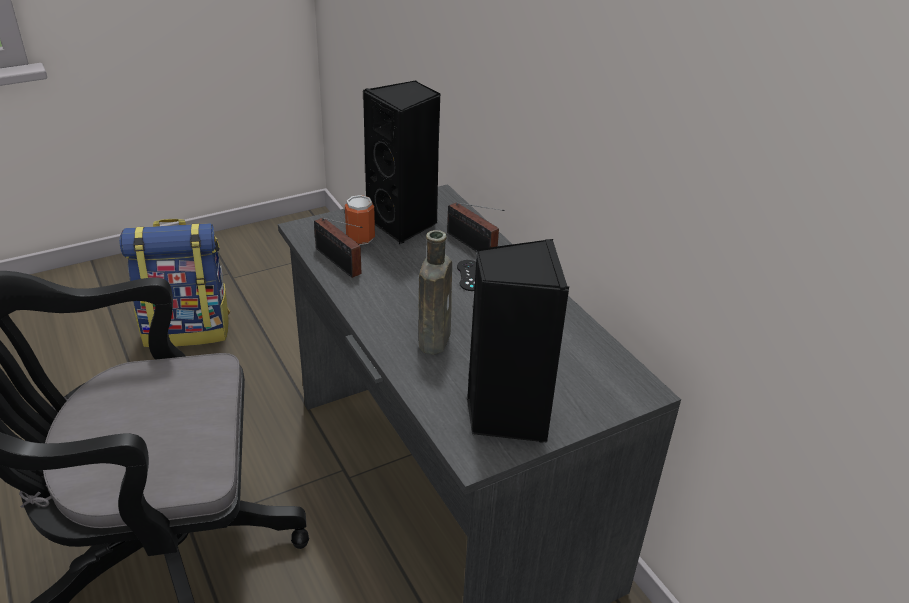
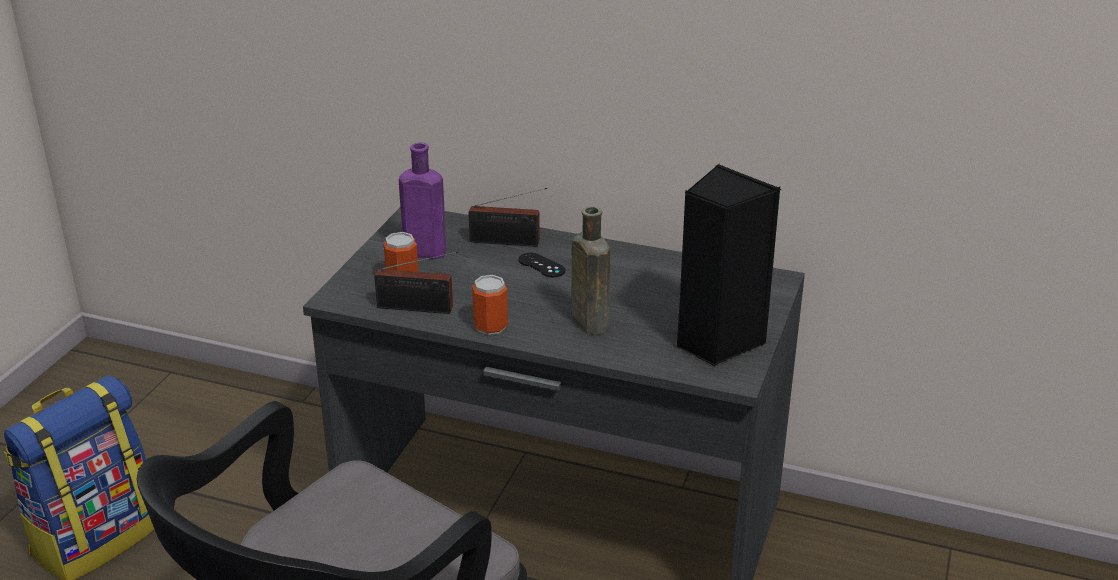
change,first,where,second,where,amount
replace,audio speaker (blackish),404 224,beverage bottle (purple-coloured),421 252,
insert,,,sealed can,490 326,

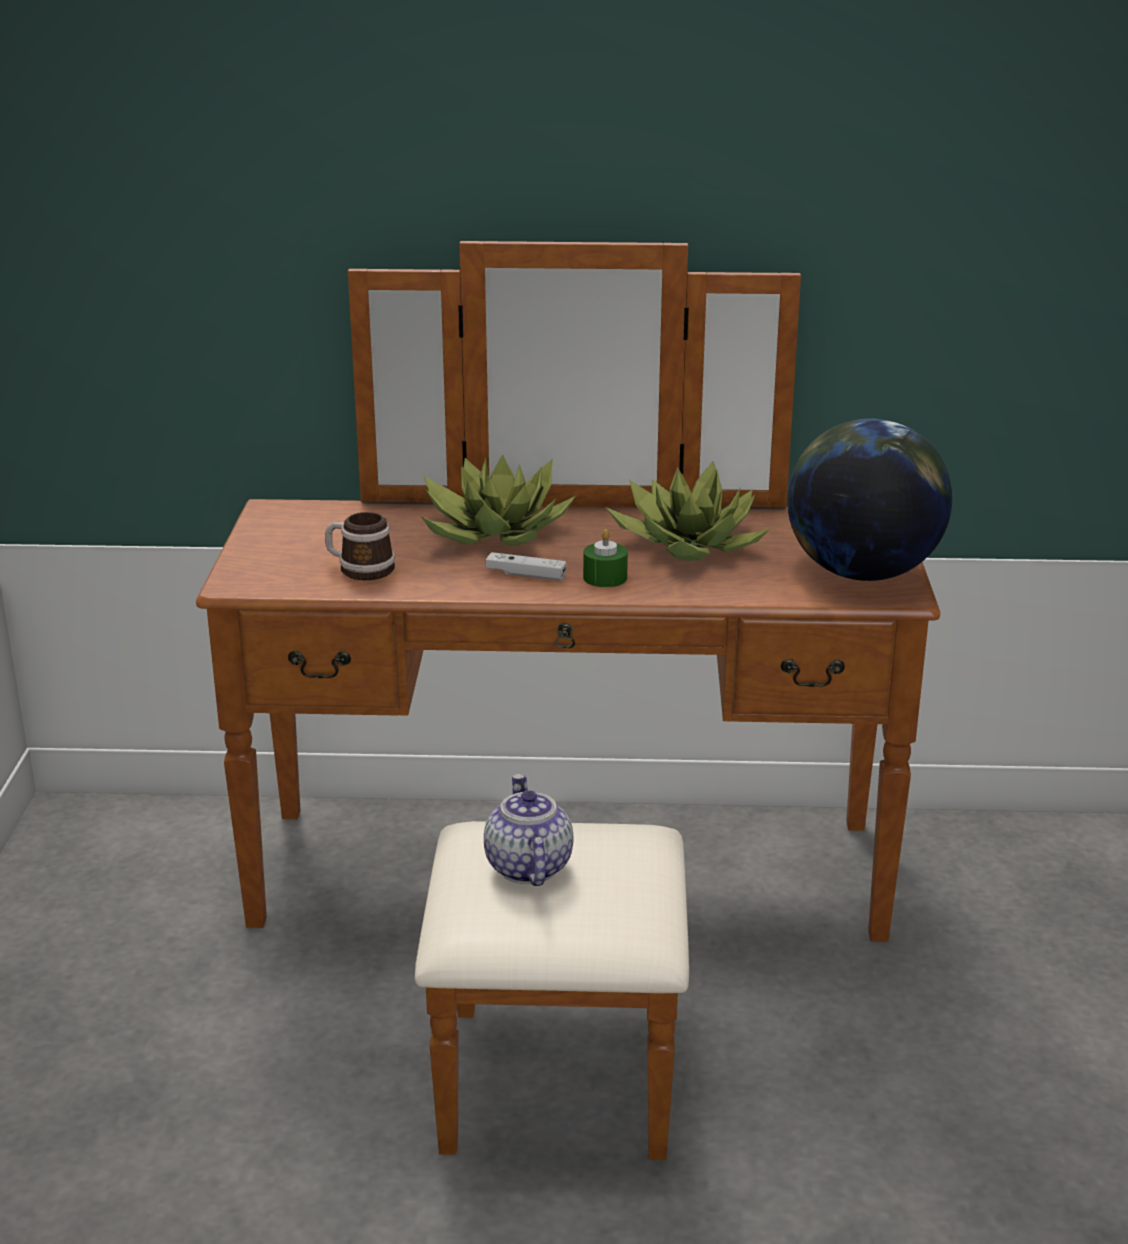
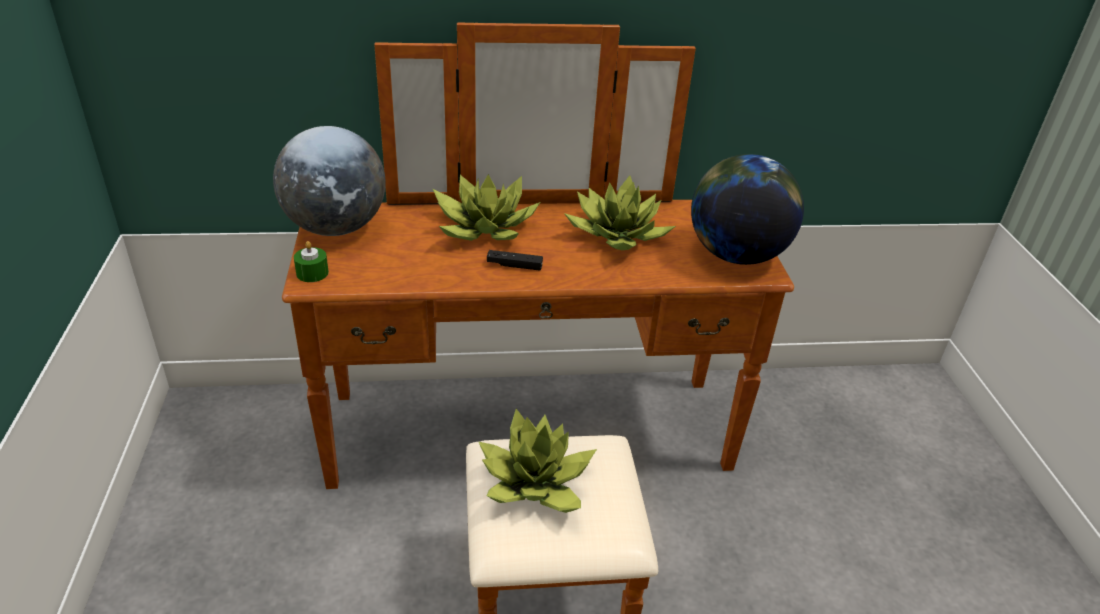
change,first,where,second,where,amount
insert,,,globe,336 227,
move,wax light (green),605 577,,312 273,
replace,tea pot,527 866,plant in a pot,536 482,
recolor,gamepad (white),526 575,gamepad (blackish),514 265,
delete,mug,359 568,,,

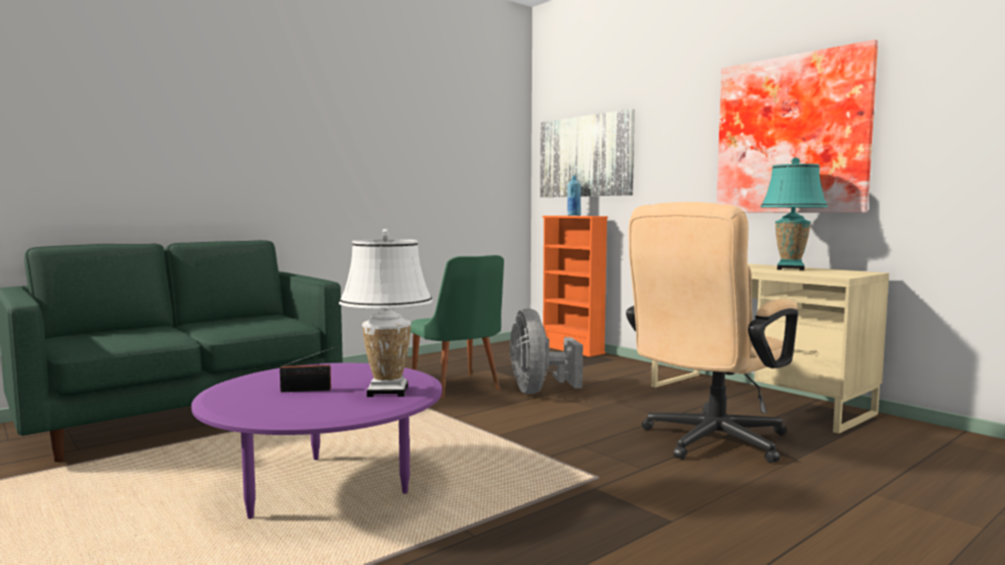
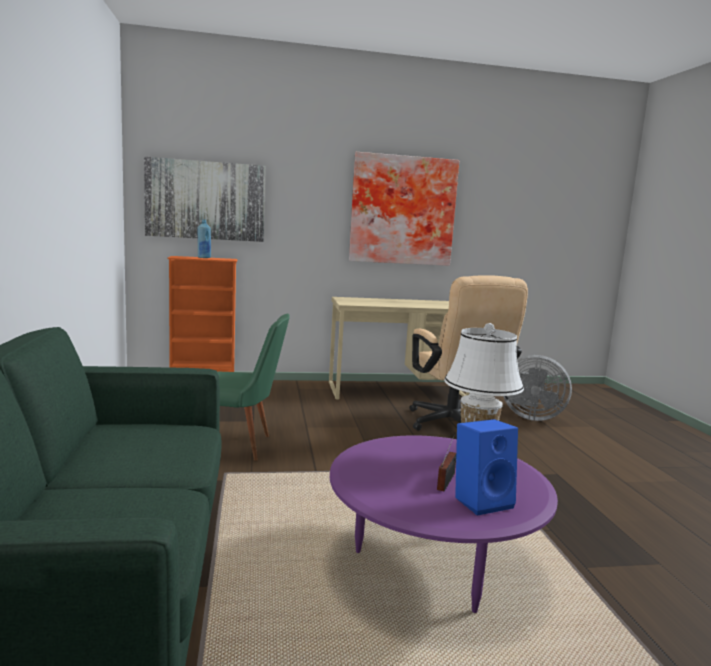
change,first,where,second,where,amount
insert,,,audio speaker (blue-coloured),482 500,
move,electric fan (greyish),538 391,,530 416,
delete,table lamp (turquoise),790 269,,,

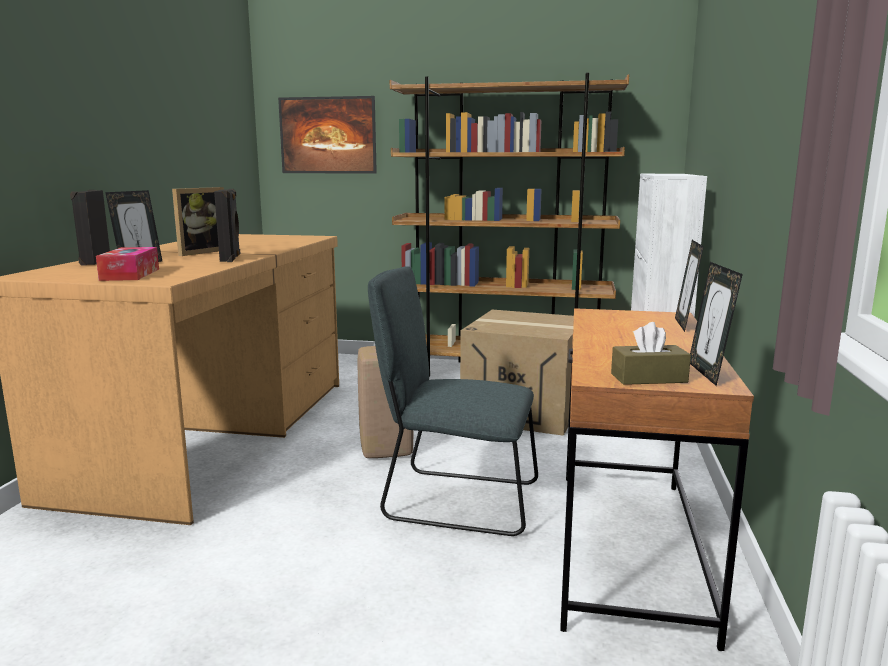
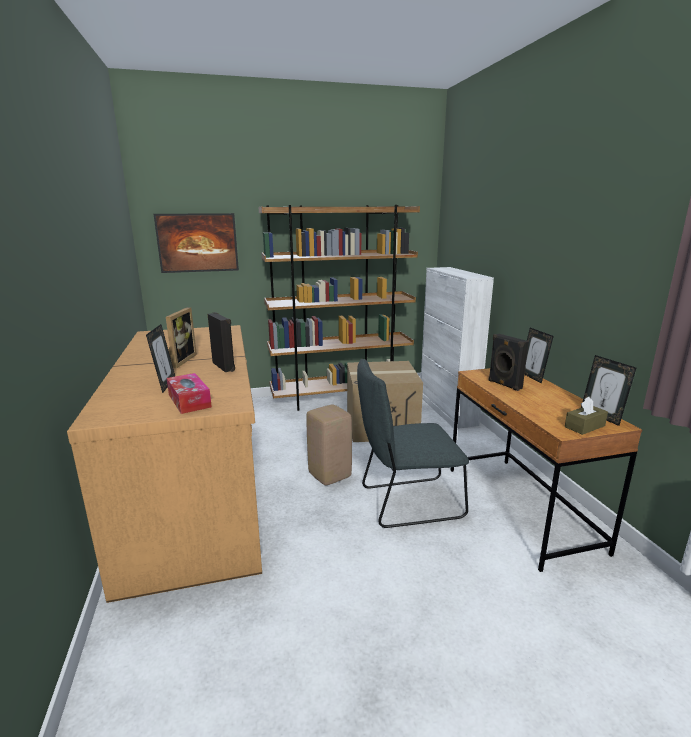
change,first,where,second,where,amount
move,audio speaker (blackish),94 261,,504 385,

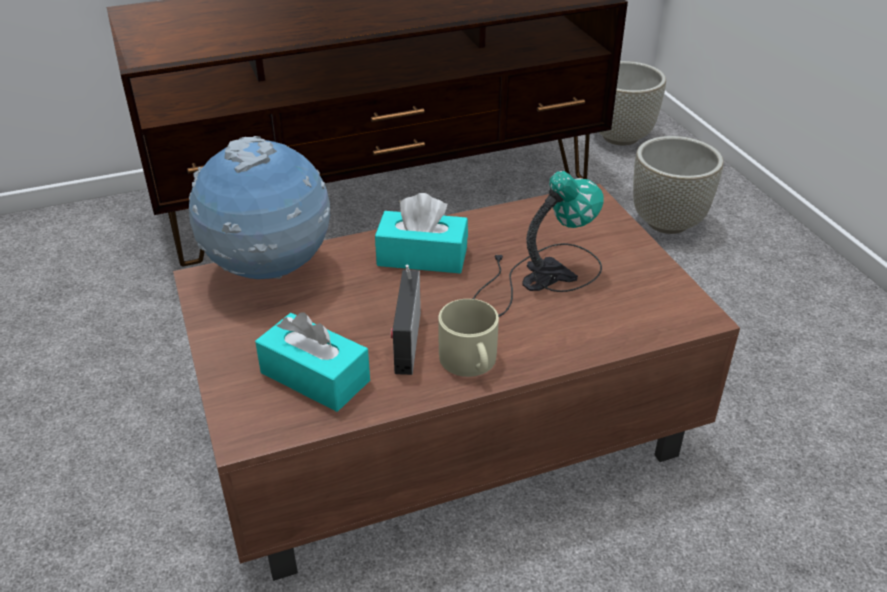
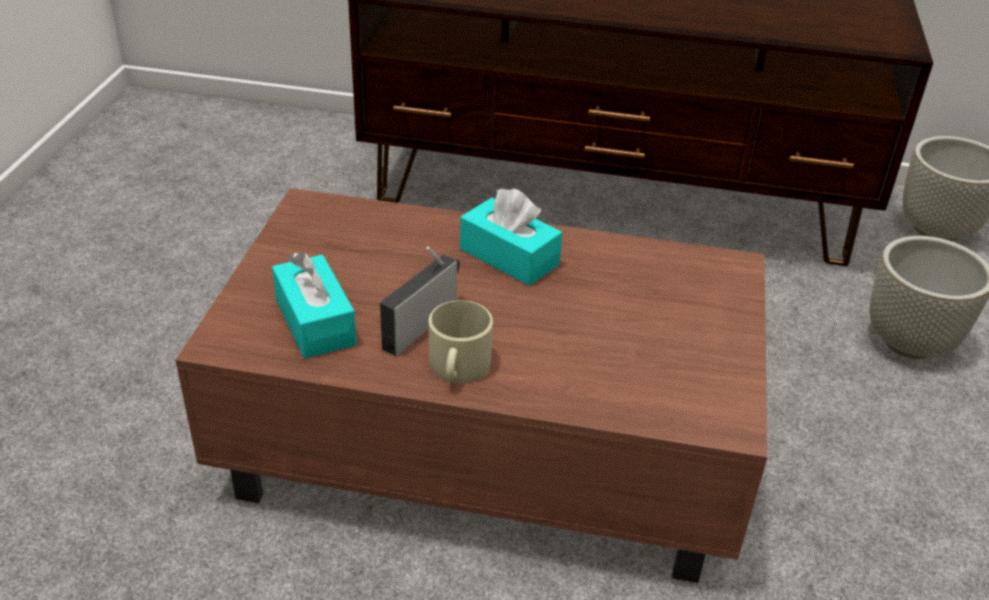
change,first,where,second,where,amount
delete,globe,269 272,,,
delete,table lamp,536 277,,,

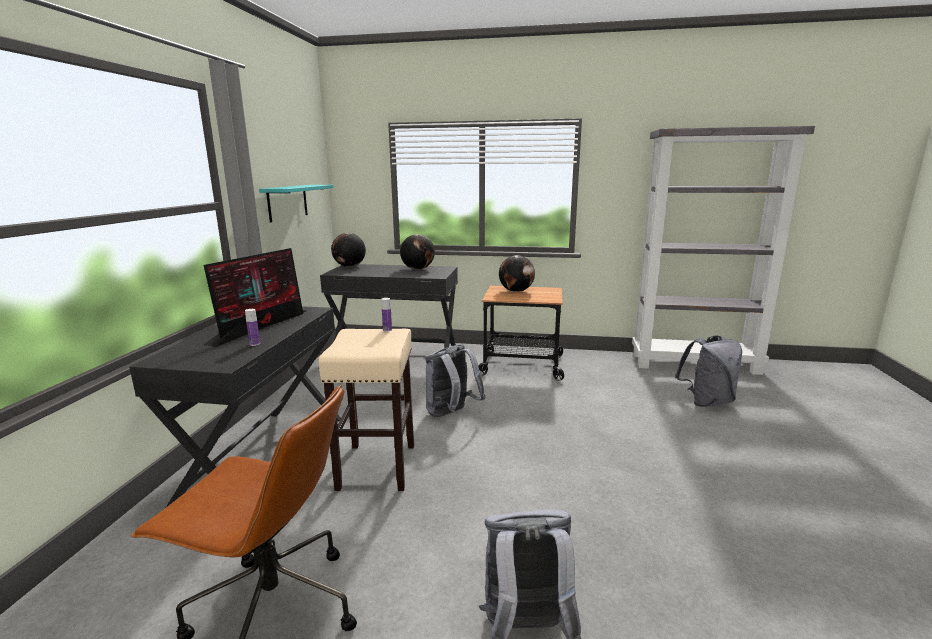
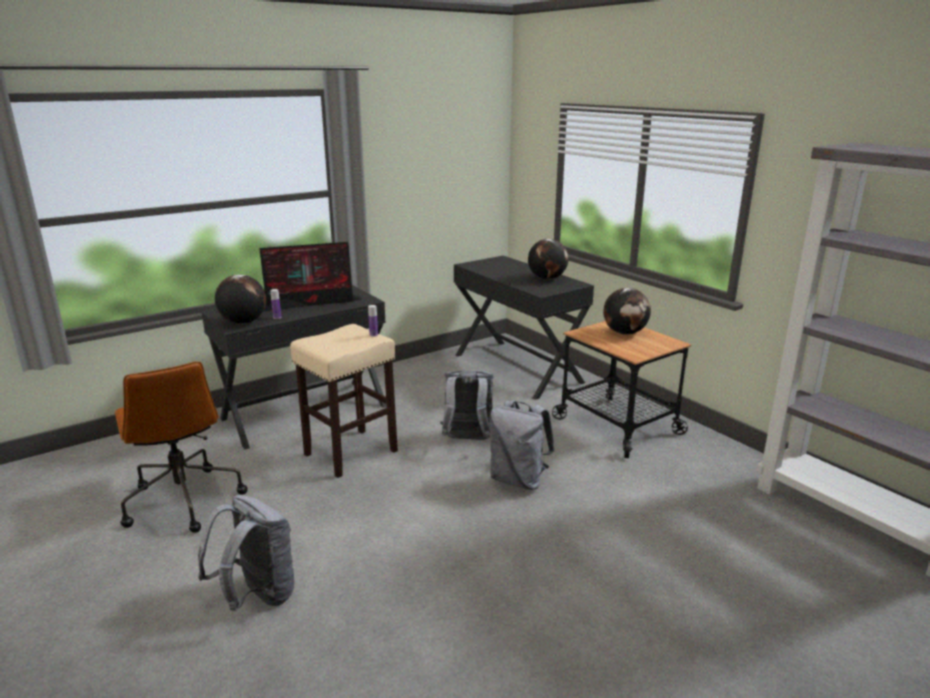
change,first,where,second,where,amount
move,globe,349 266,,243 322,
move,backpack (greyish),707 401,,518 480,
delete,shelf (turquoise),287 202,,,

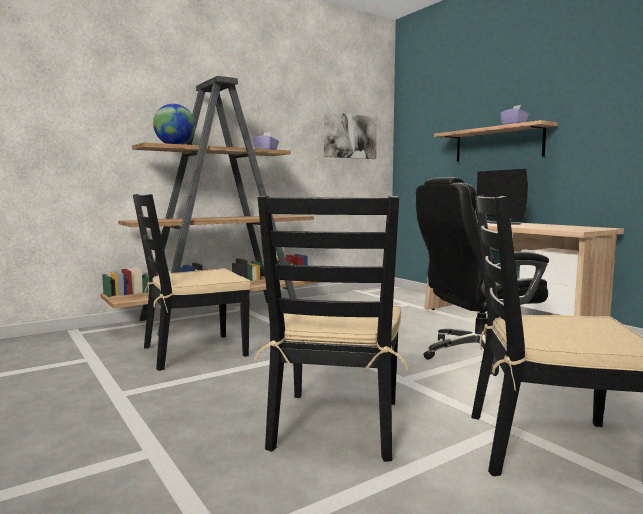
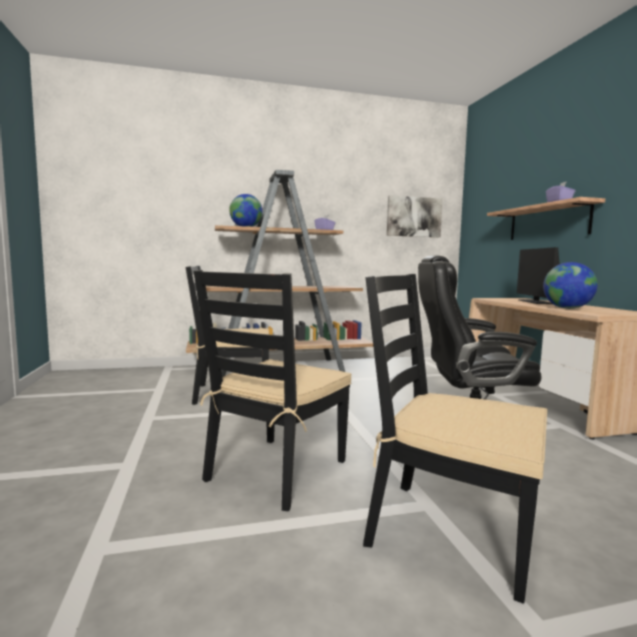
change,first,where,second,where,amount
insert,,,globe,567 308,

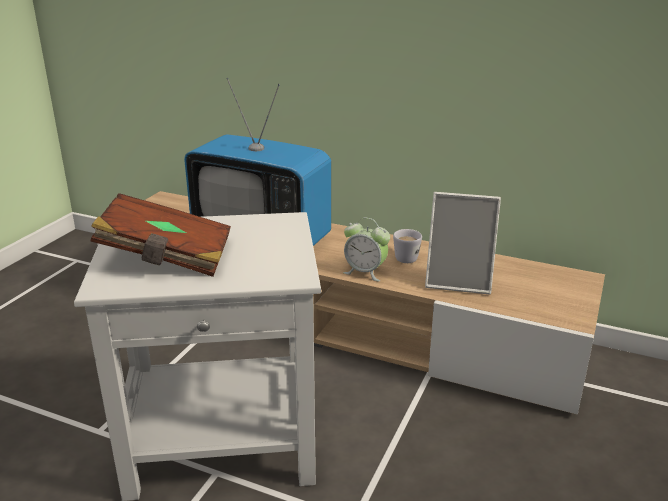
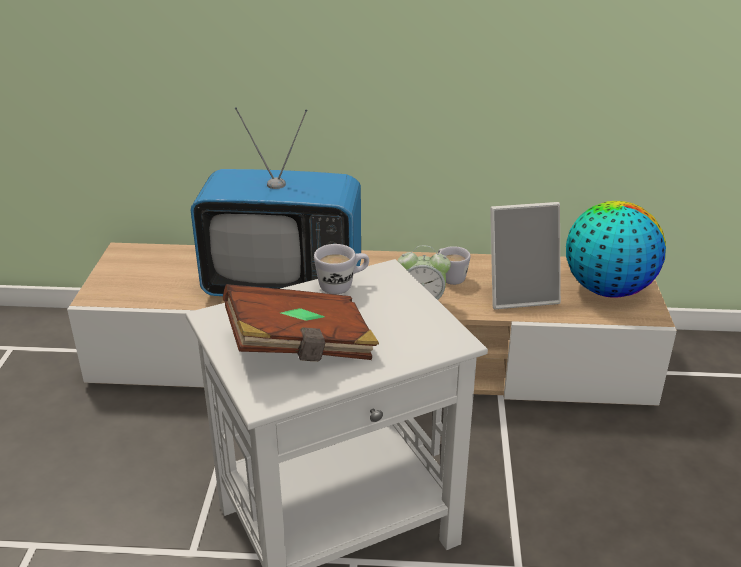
change,first,where,second,where,amount
insert,,,mug (white),342 286,
insert,,,globe,607 289,

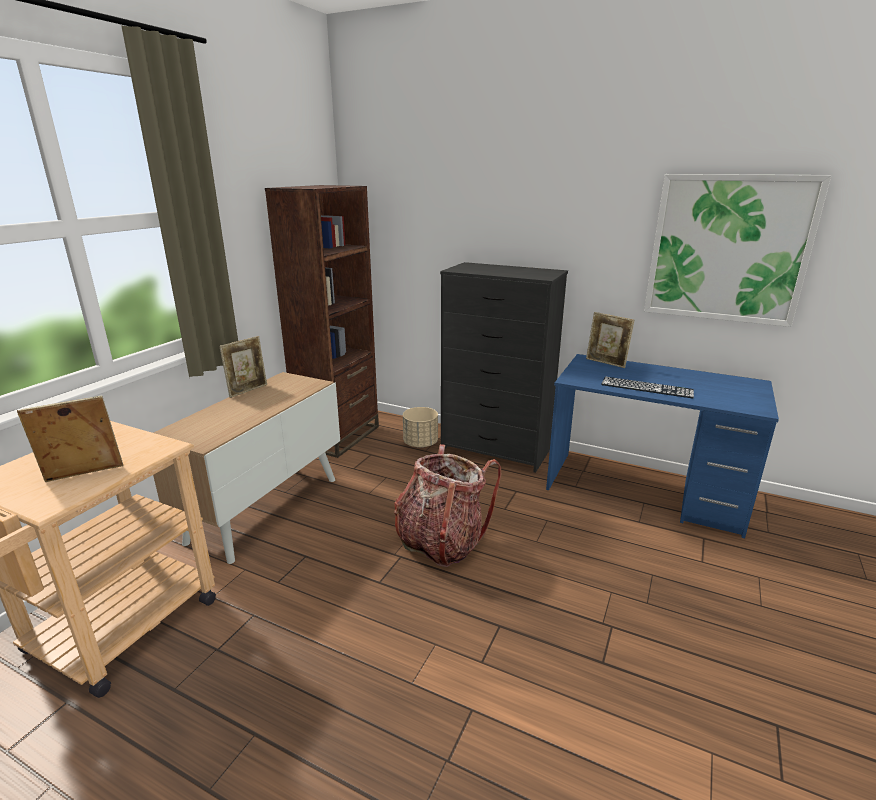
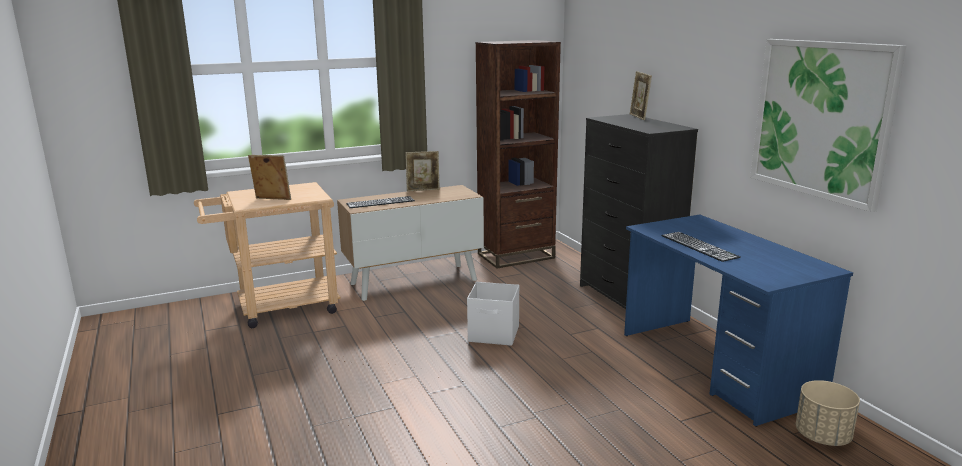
change,first,where,second,where,amount
insert,,,computer keyboard,380 202,
replace,backpack,441 542,storage container (white),494 334,
move,photo frame,606 363,,638 117,
move,flower pot (beige),420 444,,822 437,

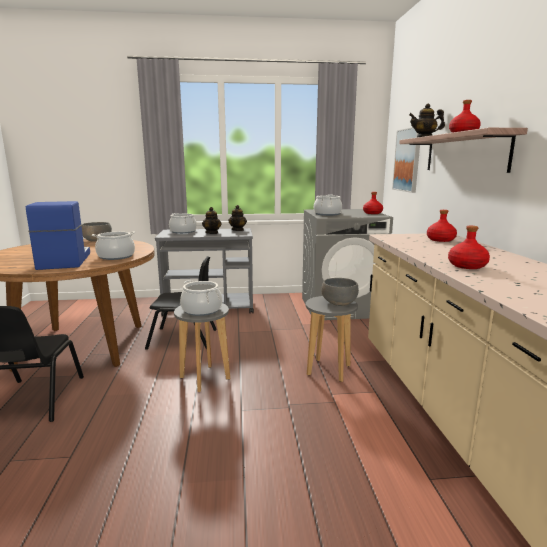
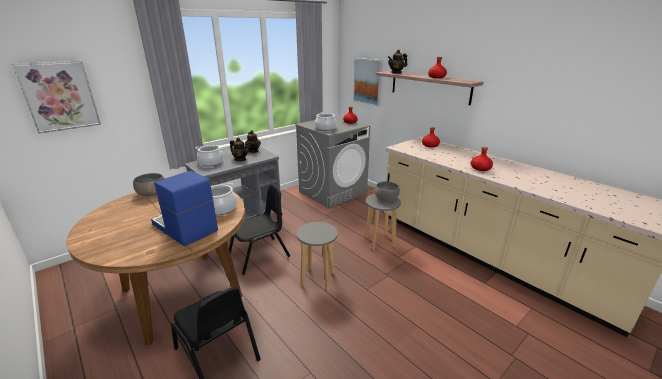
change,first,where,second,where,amount
insert,,,picture,60 96,
delete,cooking pot,202 310,,,

